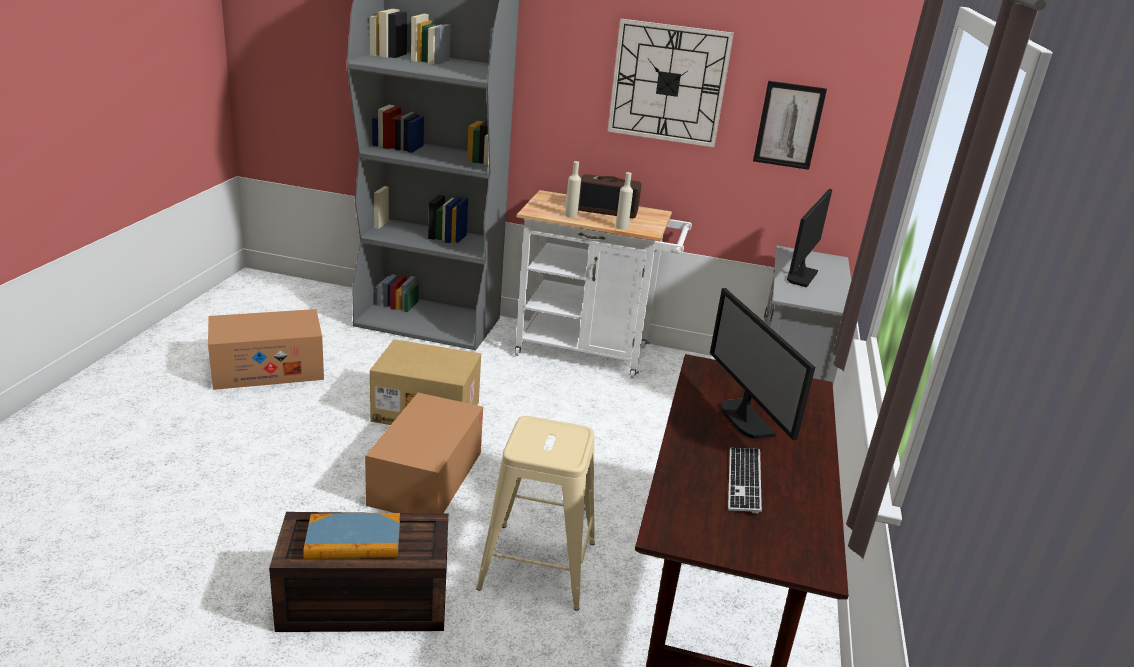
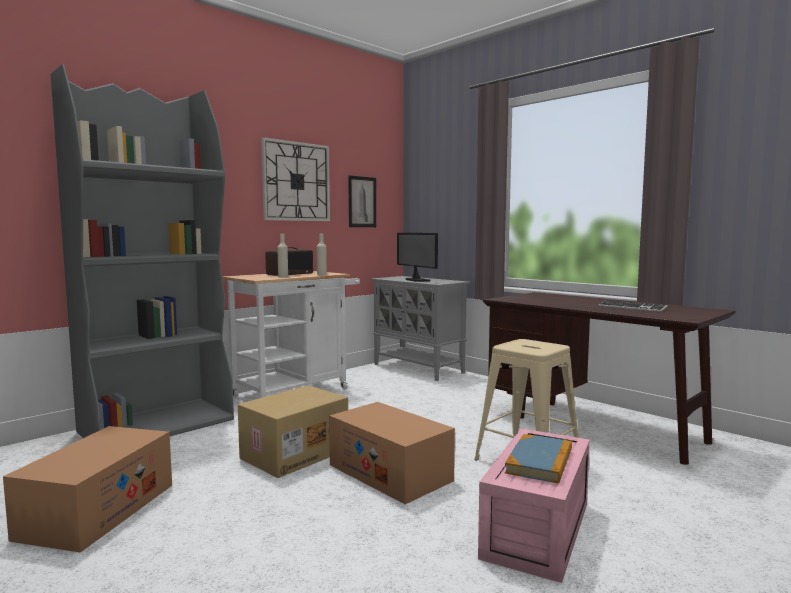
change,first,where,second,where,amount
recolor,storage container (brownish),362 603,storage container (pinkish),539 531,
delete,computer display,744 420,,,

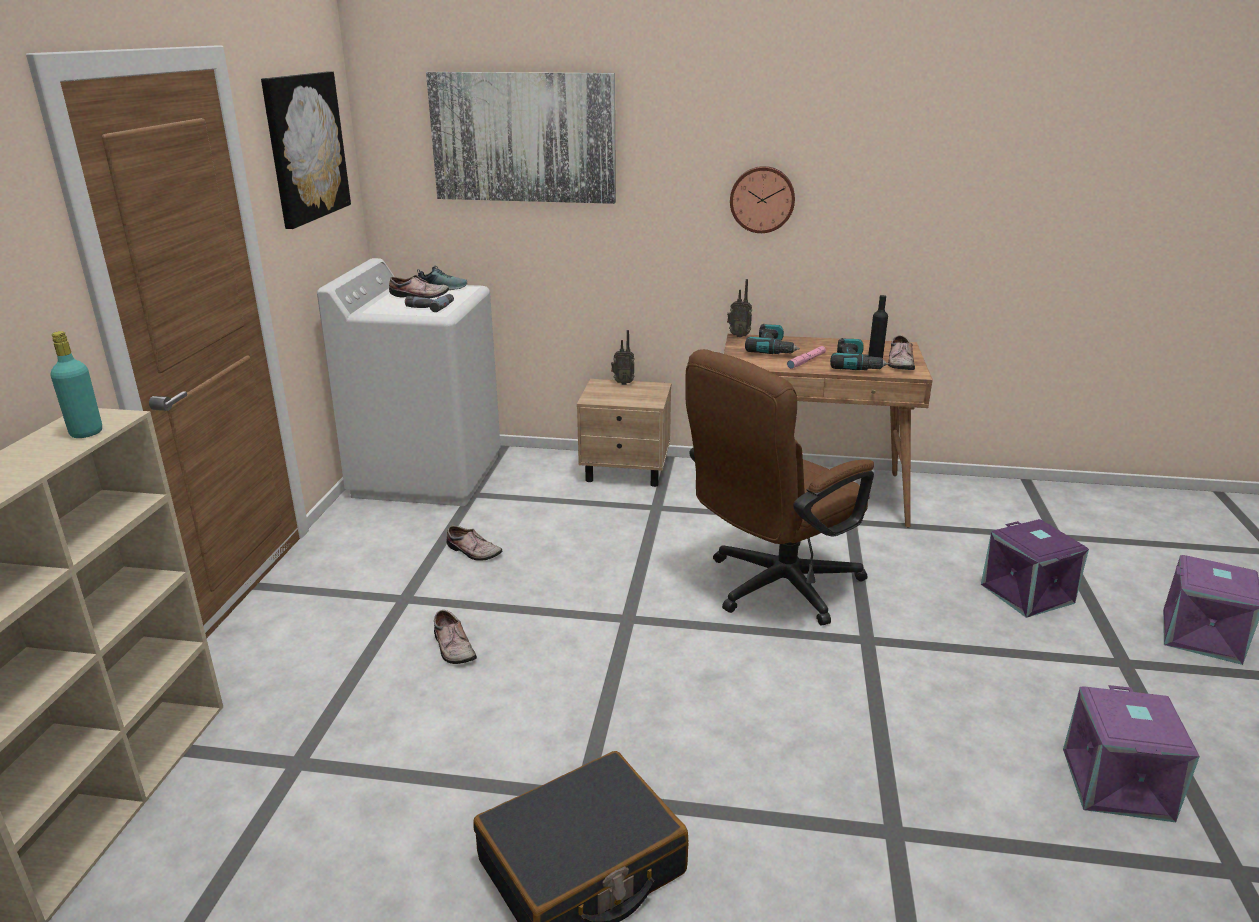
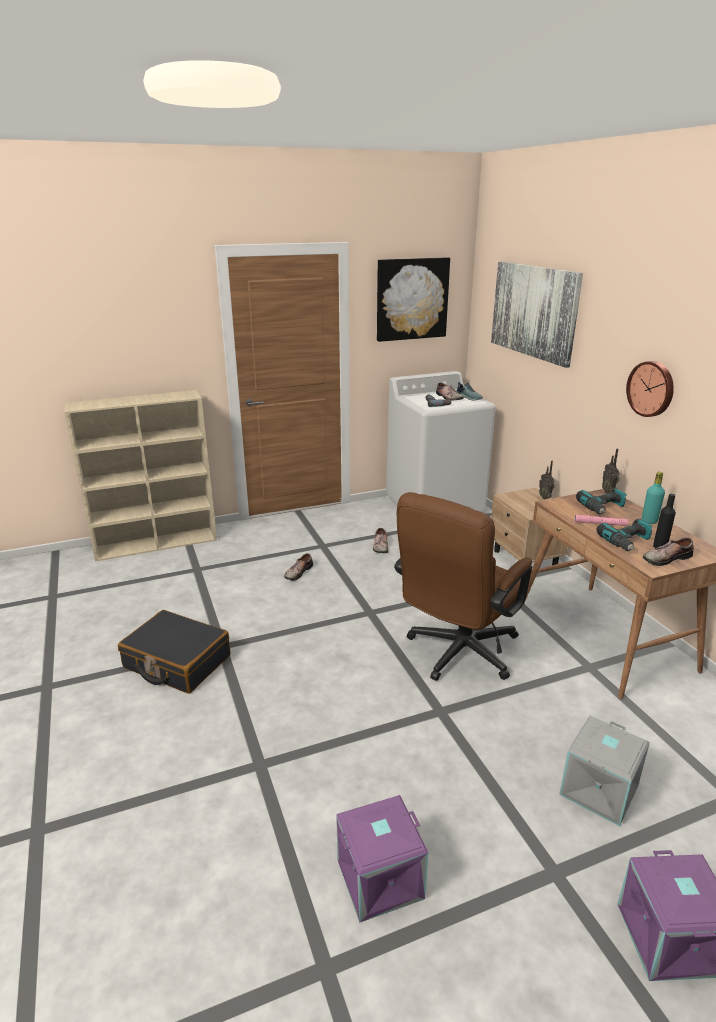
change,first,where,second,where,amount
rotate,office chair (brownish),772 588,,457 654,75 degrees counterclockwise
recolor,storage container (purple-coloured),1028 593,storage container (greyish),600 791,
move,beverage bottle (turquoise),86 433,,649 521,

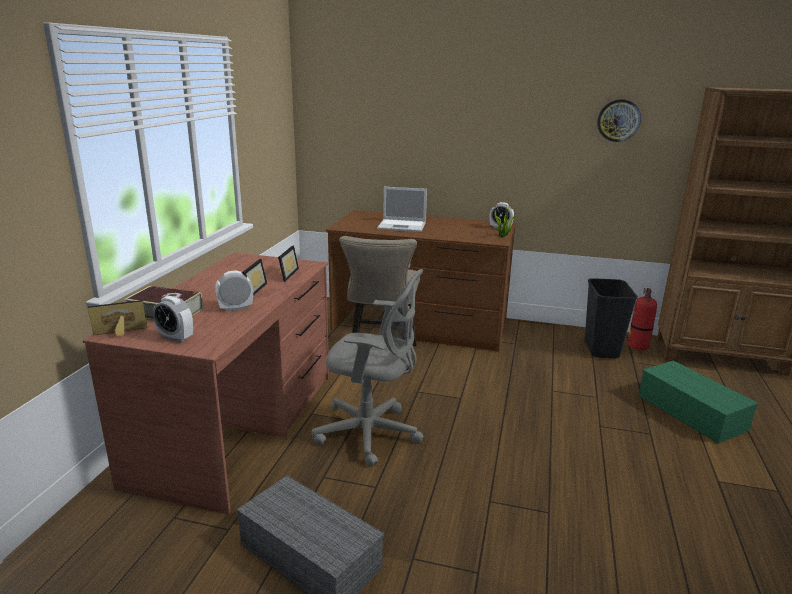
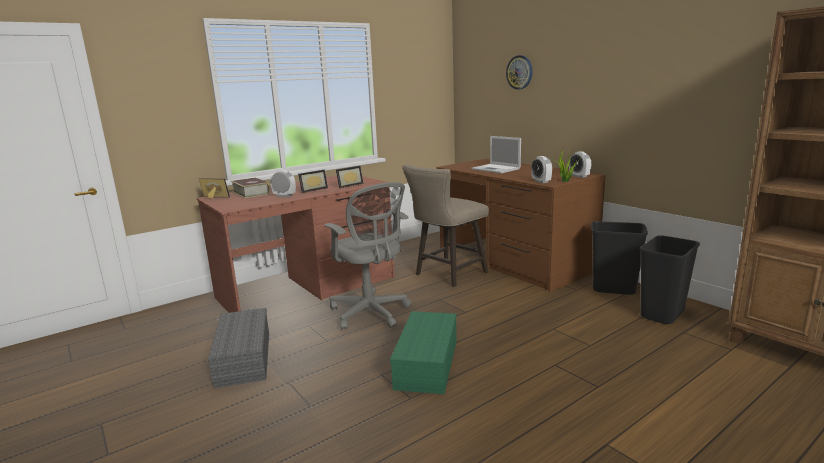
change,first,where,second,where,amount
move,storage container (green),693 413,,428 364,
move,wall clock,618 120,,519 72,
move,bedside clock,175 338,,541 181,
insert,,,waste bin (blackish),614 289,
delete,extinguisher,638 346,,,

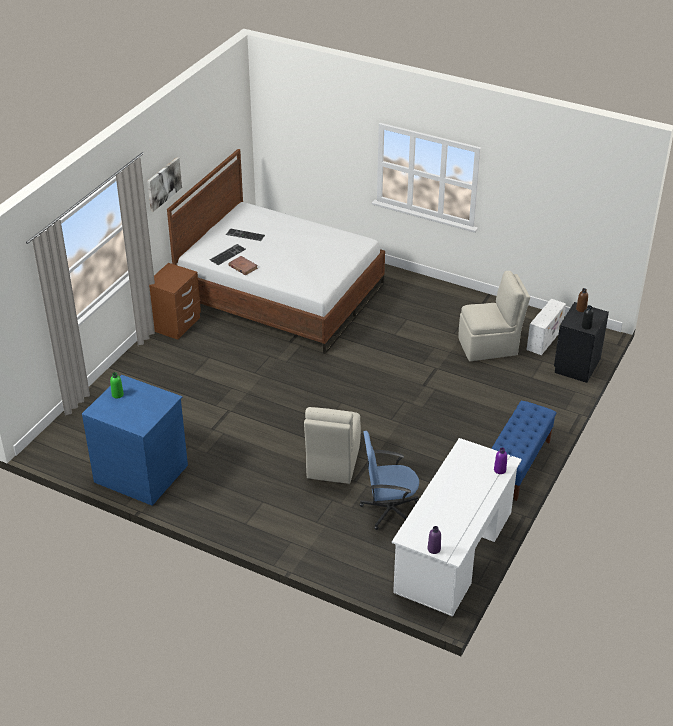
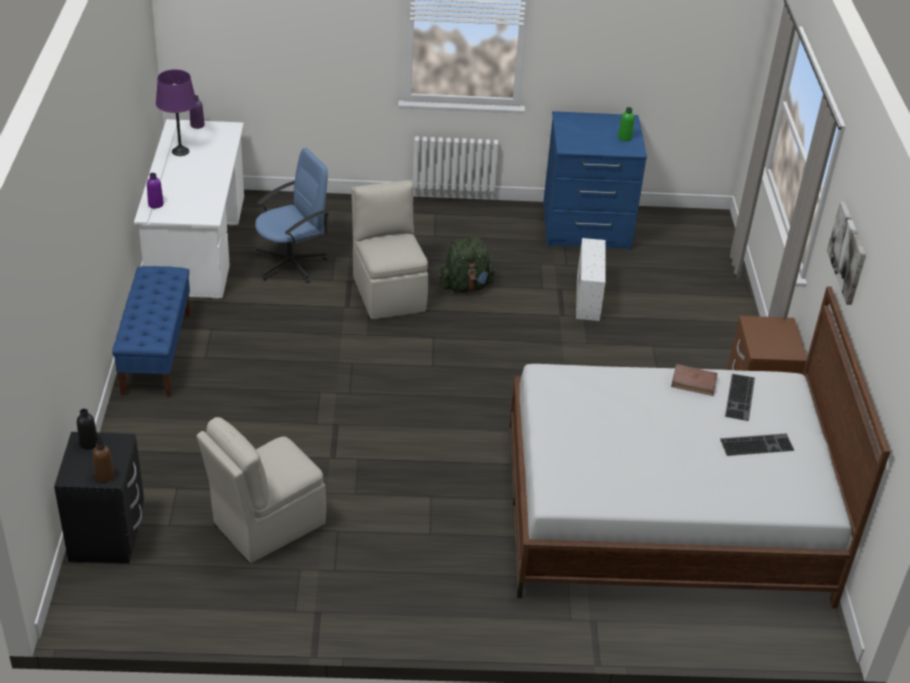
change,first,where,second,where,amount
insert,,,table lamp (purple-coloured),180 151,
insert,,,backpack (green),465 286,
move,storage container (white),544 339,,588 298,

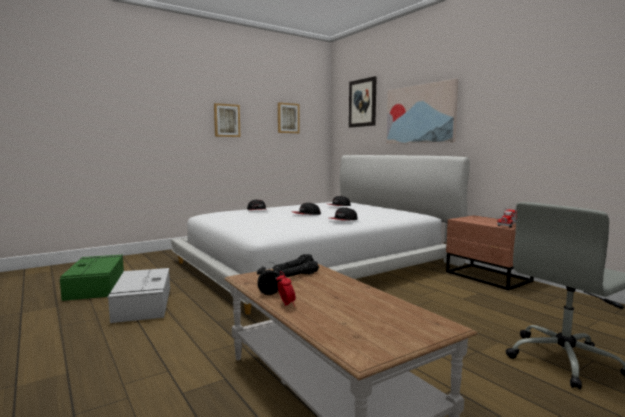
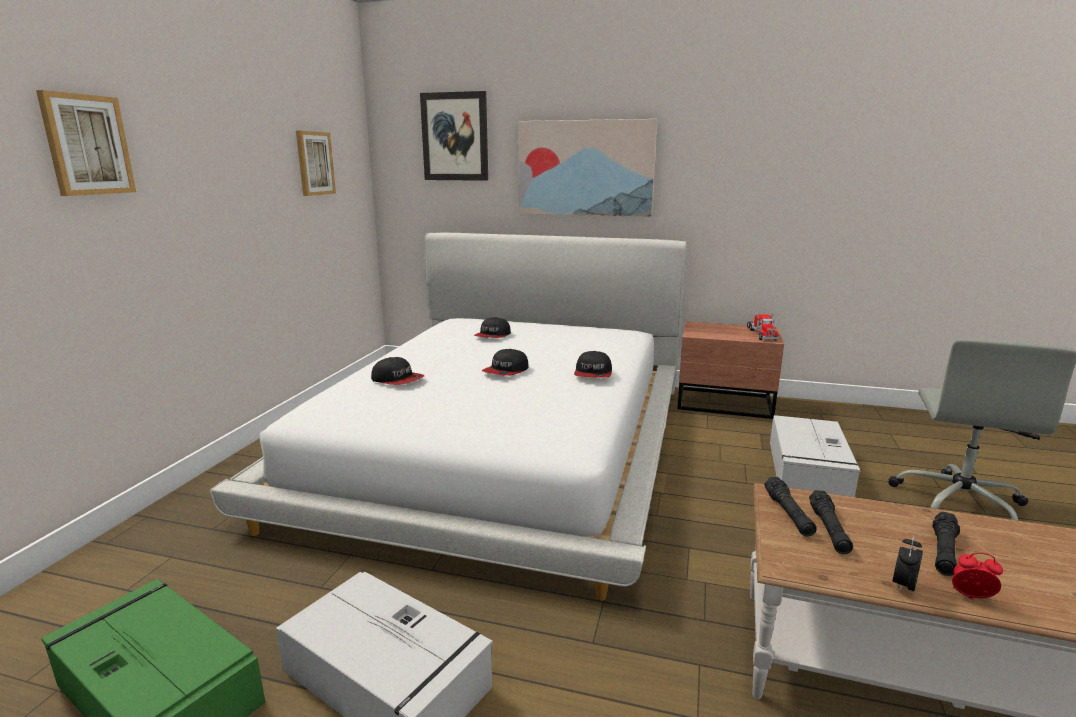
change,first,where,second,where,amount
move,picture,226 120,,87 145,
insert,,,storage container (greyish),807 471,
insert,,,flashlight (blackish),943 552,

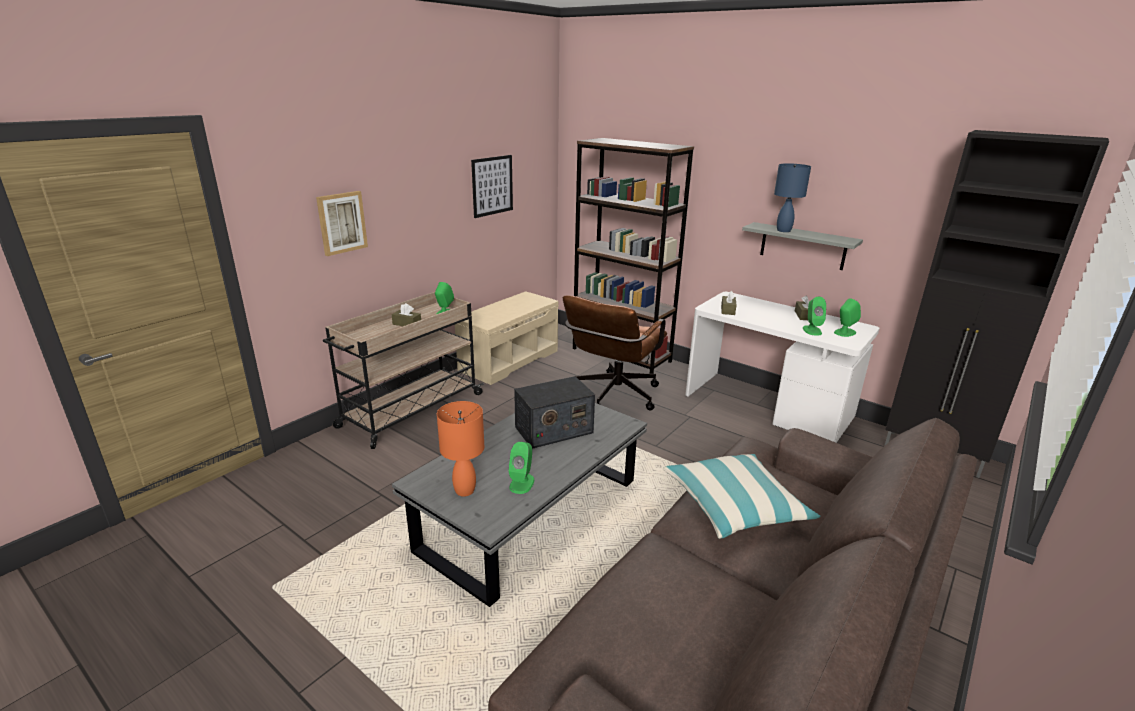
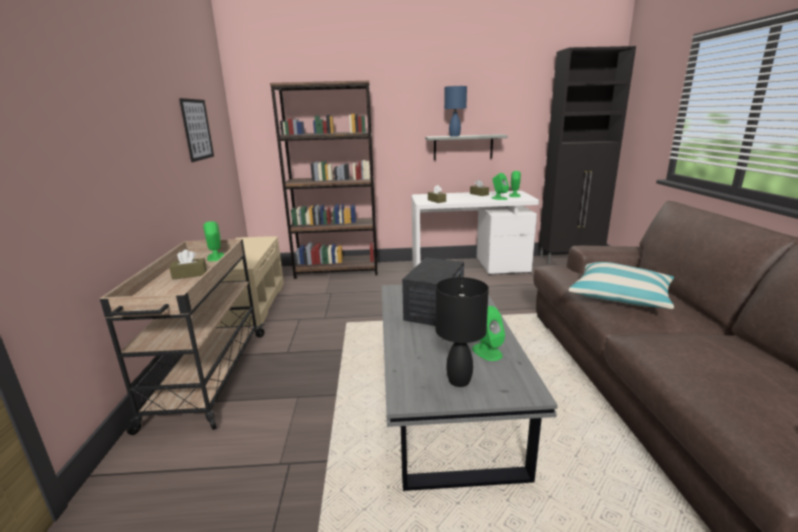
change,first,where,second,where,amount
recolor,table lamp (orange-coloured),464 490,table lamp (blackish),458 380,
delete,picture,341 222,,,
delete,office chair (brownish),613 397,,,

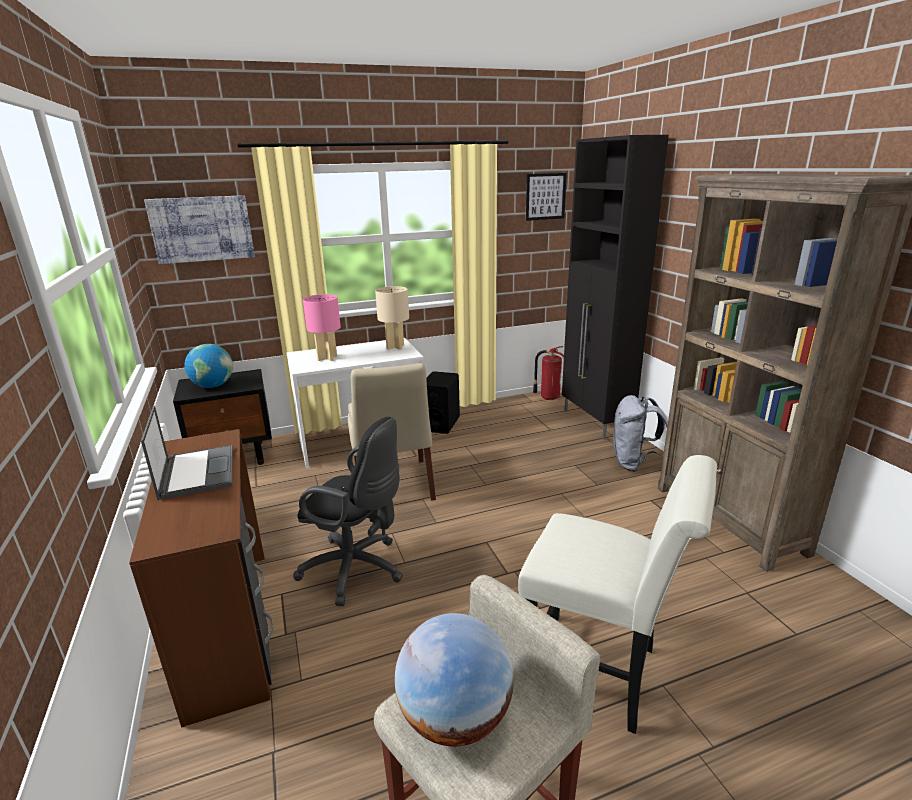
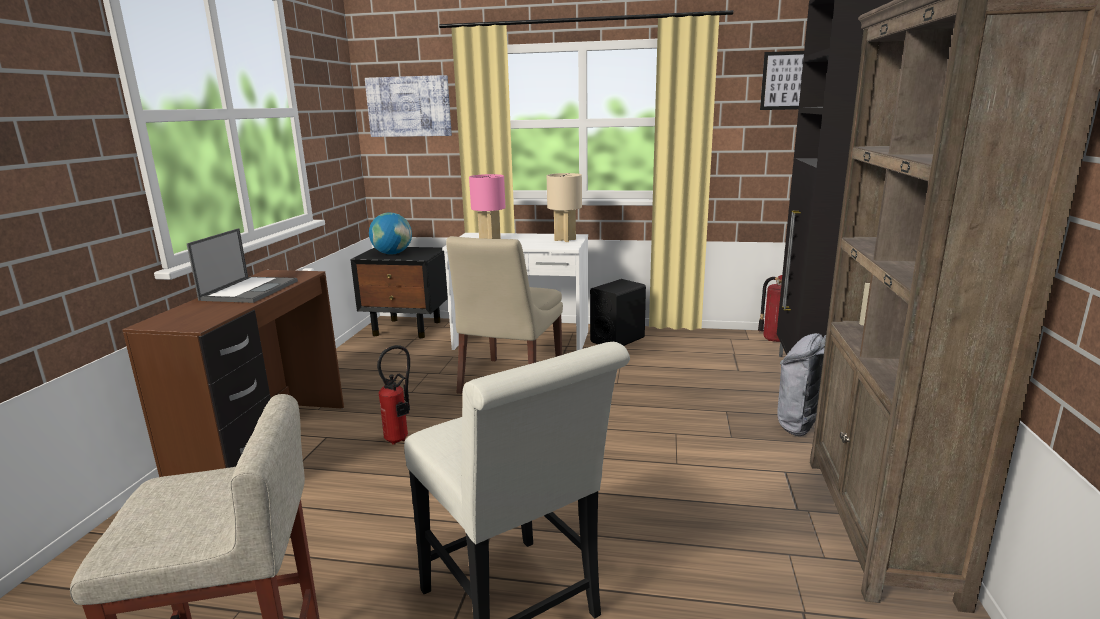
change,first,where,second,where,amount
replace,office chair (blackish),357 570,extinguisher,401 439,
delete,globe,455 717,,,

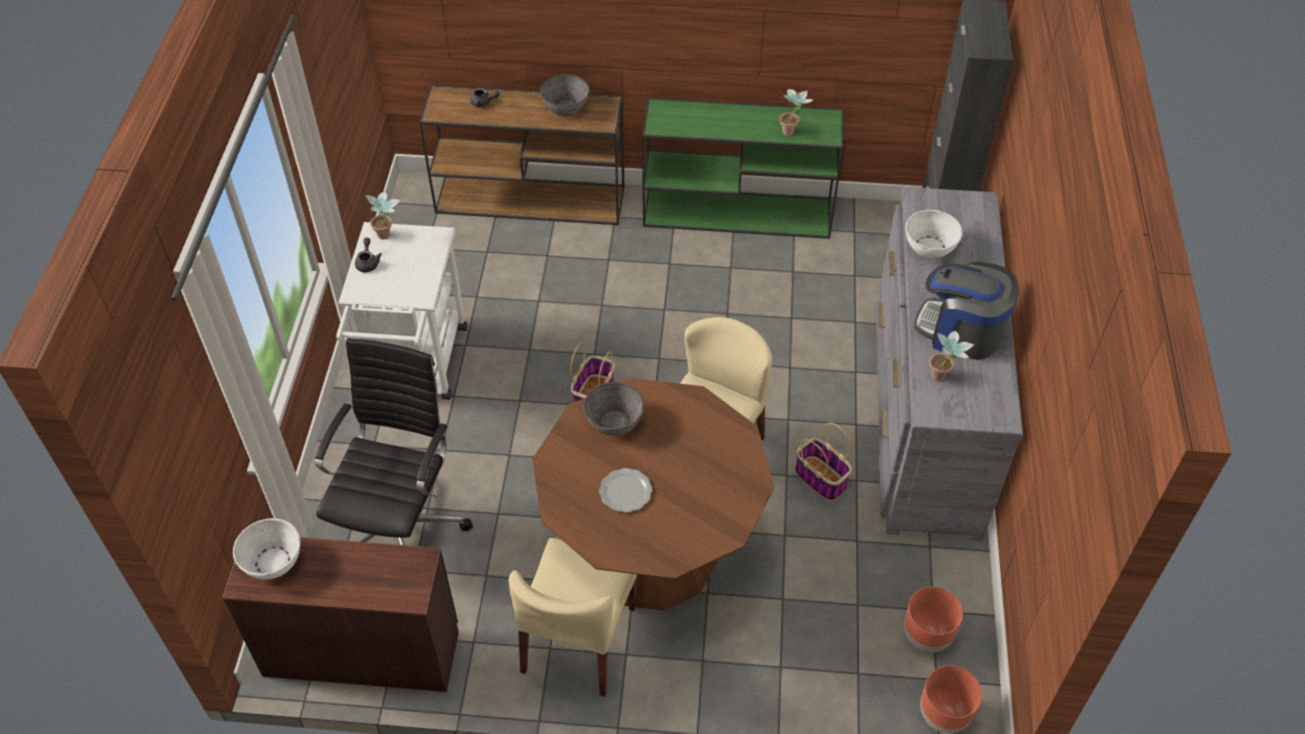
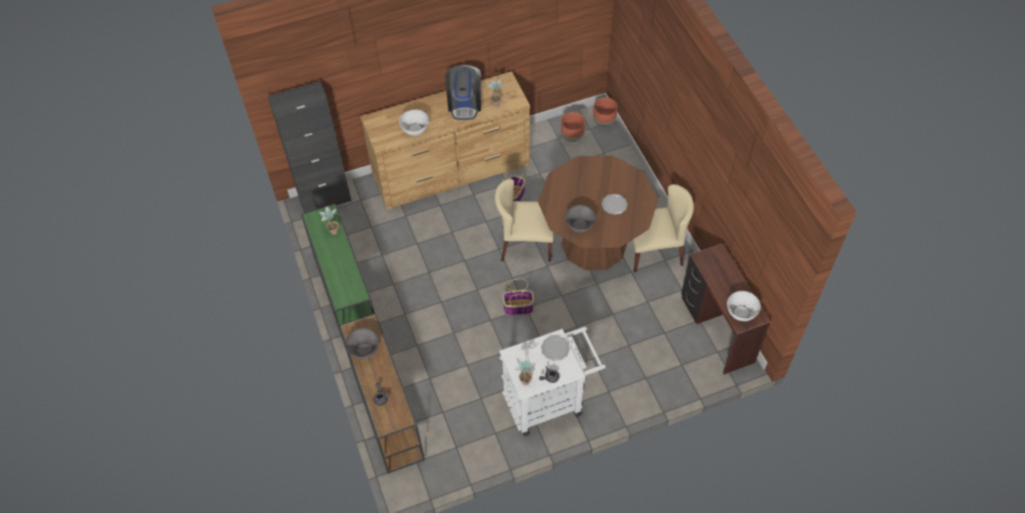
change,first,where,second,where,amount
recolor,drawer chest (greyish),925 414,drawer chest (brownish),452 170,
insert,,,plate,555 349,
delete,office chair (blackish),400 527,,,

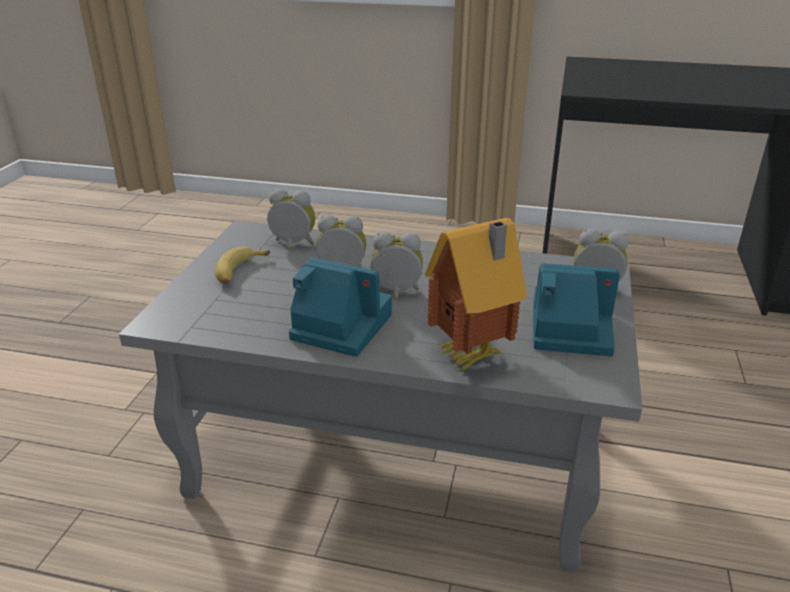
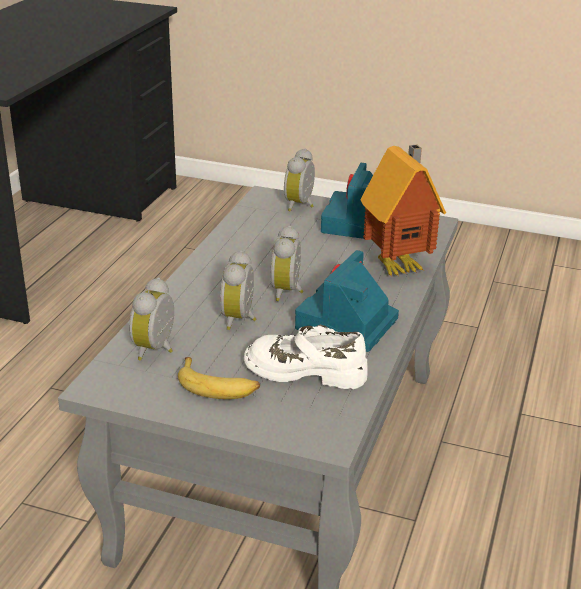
change,first,where,second,where,amount
insert,,,low shoe (white),305 370,

